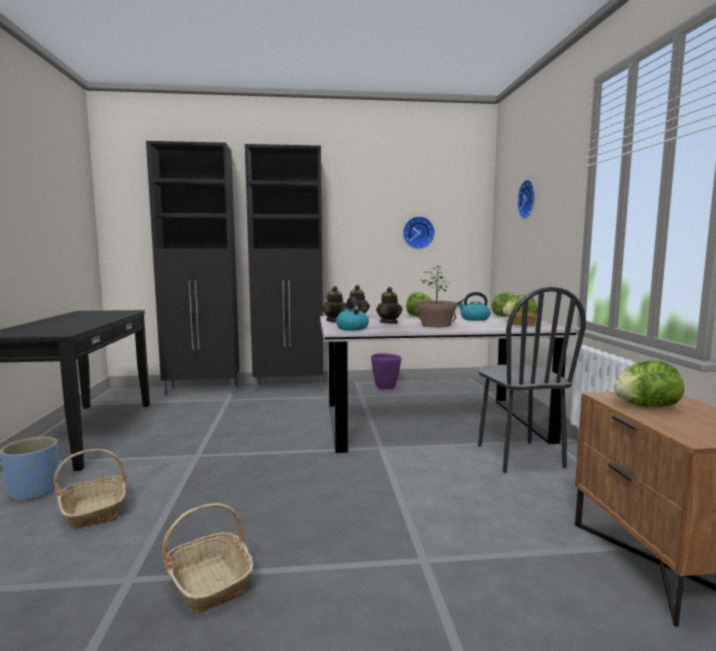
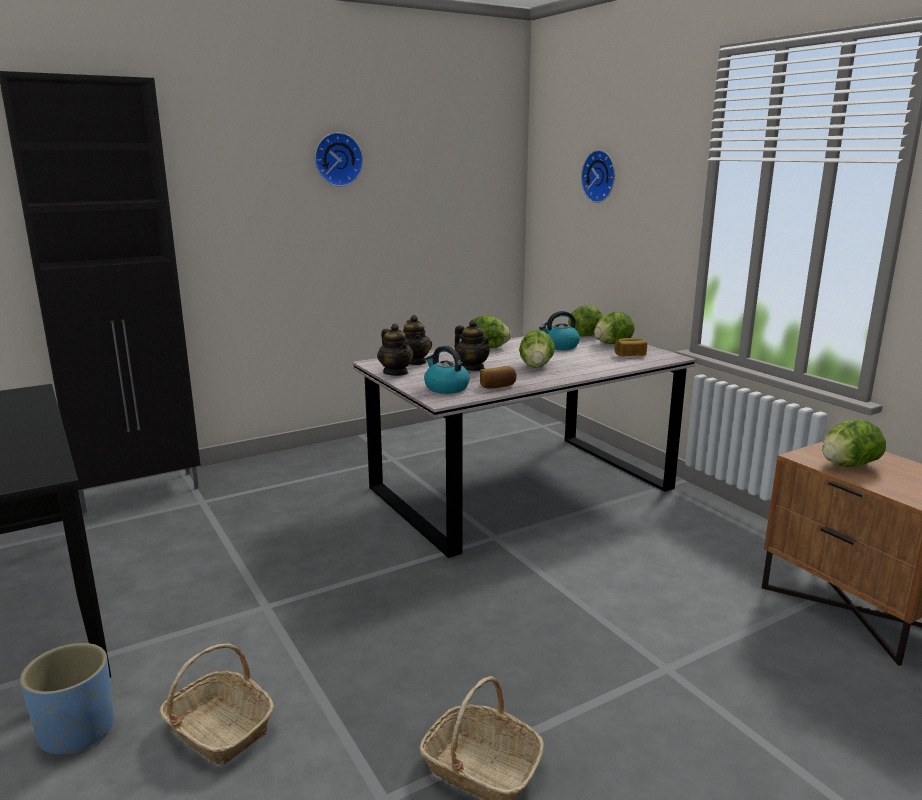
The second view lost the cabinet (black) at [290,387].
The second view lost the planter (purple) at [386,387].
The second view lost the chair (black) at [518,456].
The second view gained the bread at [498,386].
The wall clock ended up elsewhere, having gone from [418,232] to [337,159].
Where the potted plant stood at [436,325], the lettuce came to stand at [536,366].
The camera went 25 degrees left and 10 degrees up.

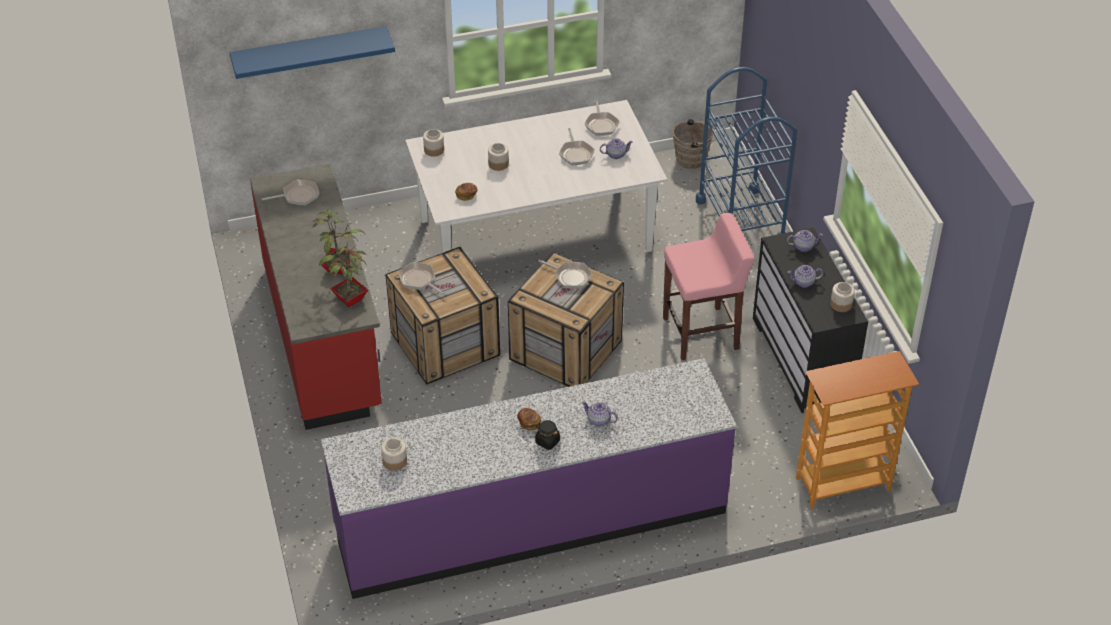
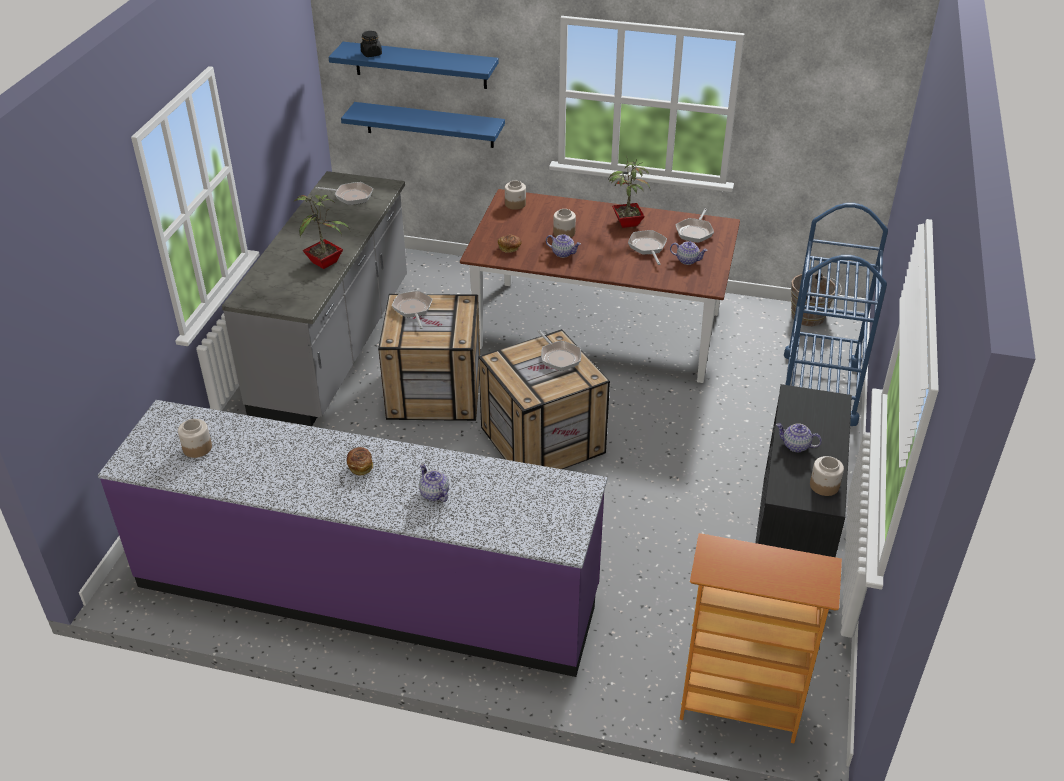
The second view lost the stool (pink) at [702,333].
The second view gained the shelf (blue) at [429,125].
The potted plant ended up elsewhere, having gone from [349,300] to [626,223].
The jar (black) ended up elsewhere, having gone from [547,441] to [371,54].
The teapot ended up elsewhere, having gone from [803,246] to [563,253].
What was the counter (red) at [323,337] turned into the counter (grey) at [335,346].
What was the dining table (white) at [535,234] turned into the dining table (brown) at [599,329].
The frying pan at [576,153] ended up facing another way, 150 degrees clockwise from before.
The camera went 30 degrees right and 5 degrees down.

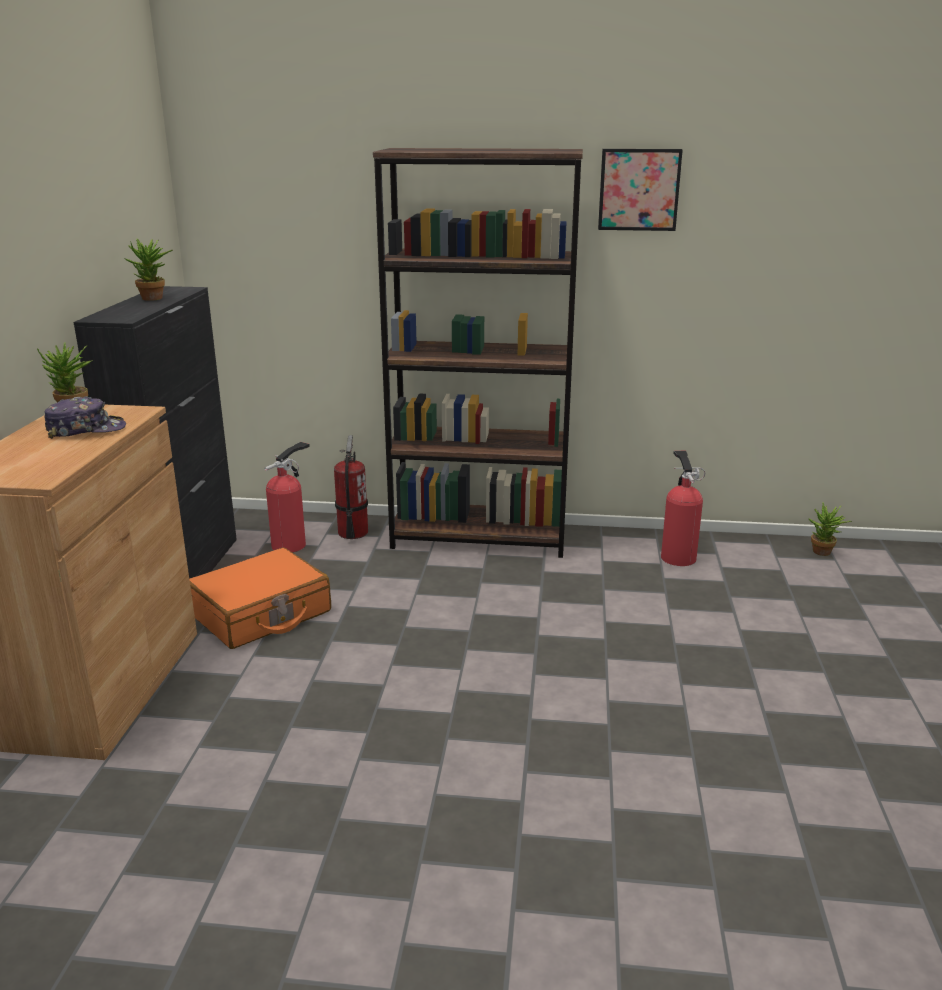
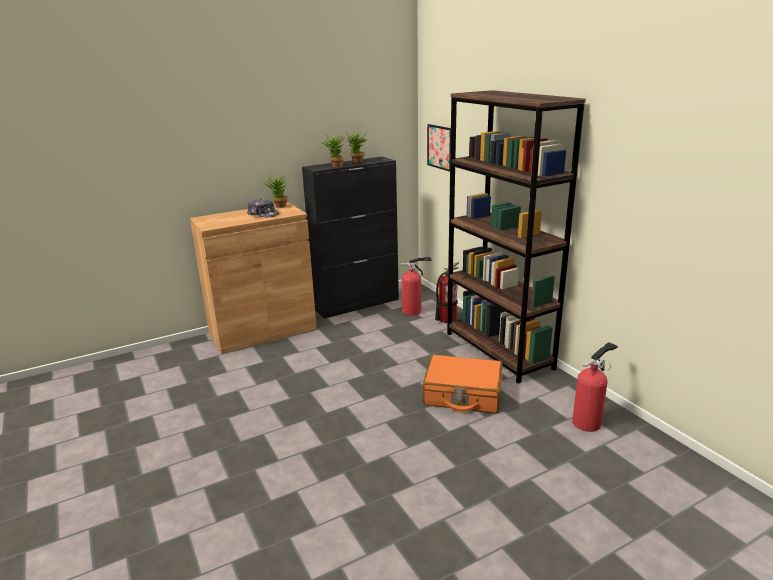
The suitcase (orange) ended up elsewhere, having gone from [261,614] to [462,394].
The picture ended up elsewhere, having gone from [639,190] to [440,147].
The potted plant ended up elsewhere, having gone from [823,553] to [335,166].
The camera went 55 degrees right and 0 degrees up.

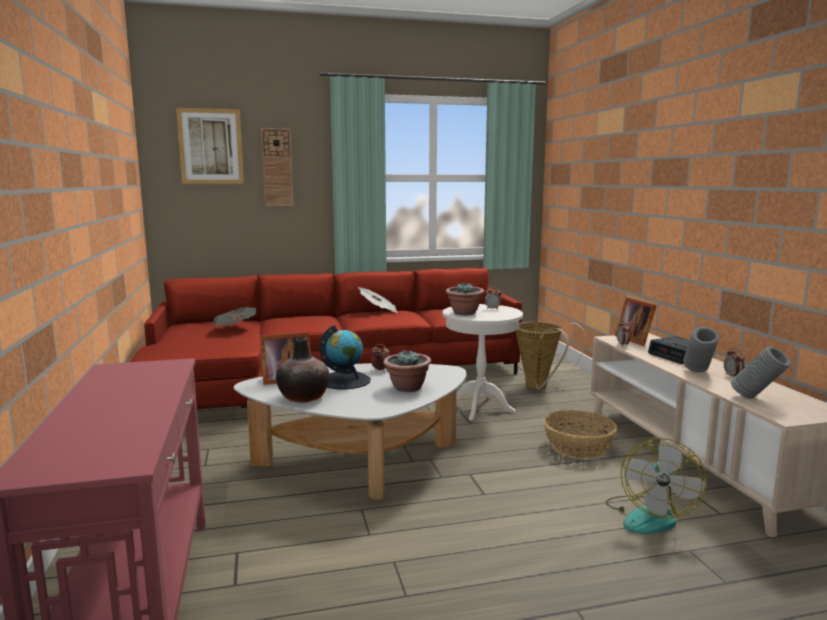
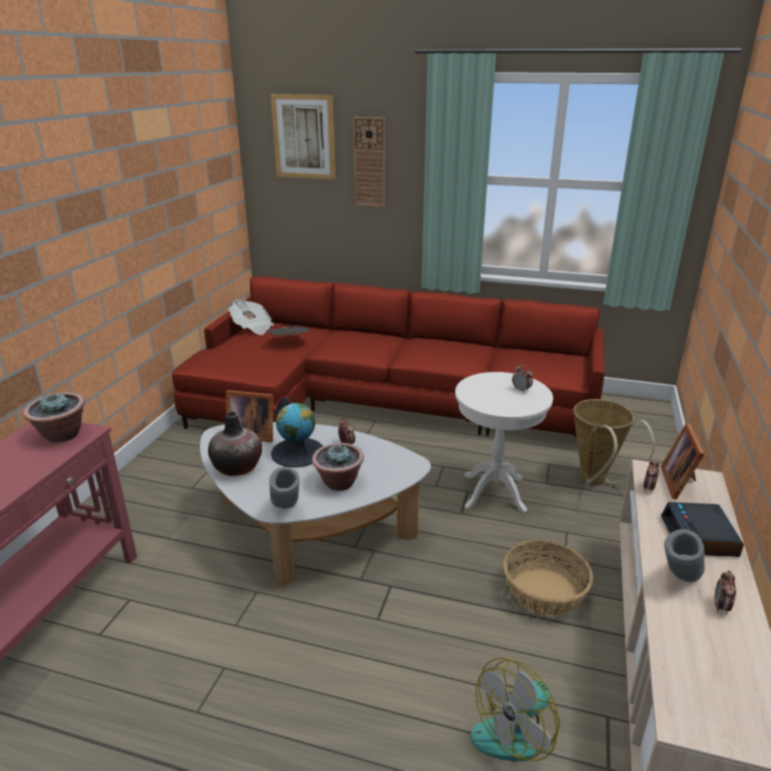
The newspaper ended up elsewhere, having gone from [379,311] to [252,328].
The potted plant ended up elsewhere, having gone from [464,313] to [62,435].
The vase (grey) ended up elsewhere, having gone from [757,399] to [286,511].
The camera went 30 degrees right and 15 degrees up.

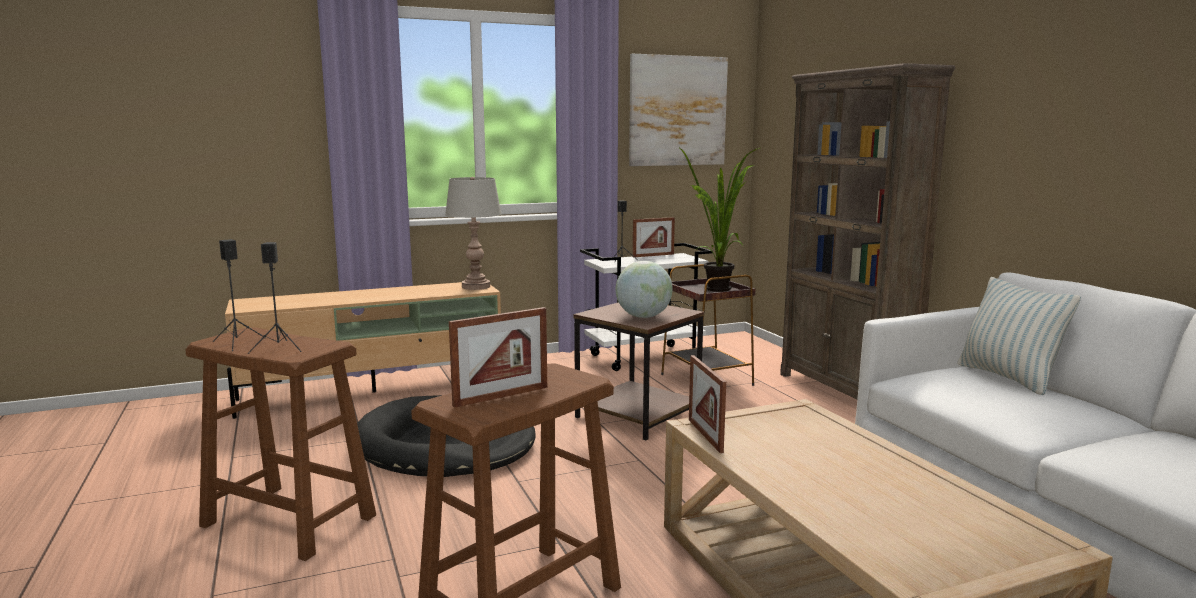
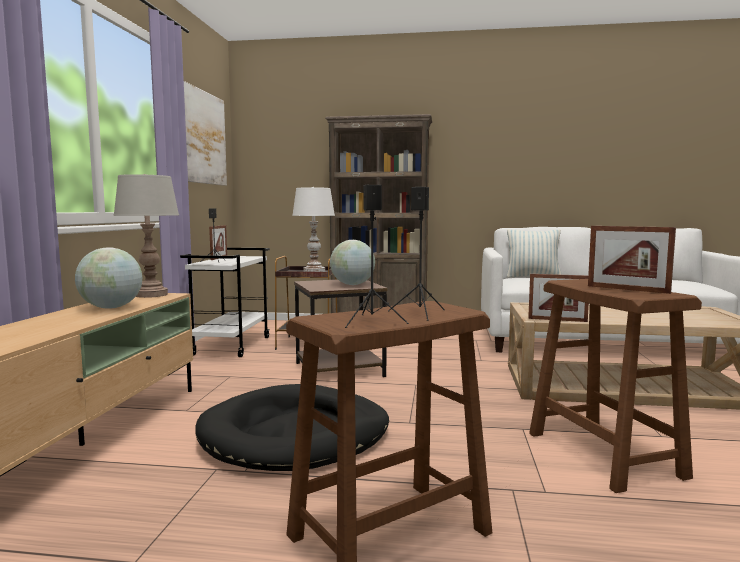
The second view gained the globe at [111,308].
Where the potted plant stood at [720,291], the table lamp (white) came to stand at [314,271].
The picture frame at [501,396] ended up facing another way, 135 degrees clockwise from before.
The camera went 60 degrees left and 5 degrees down.

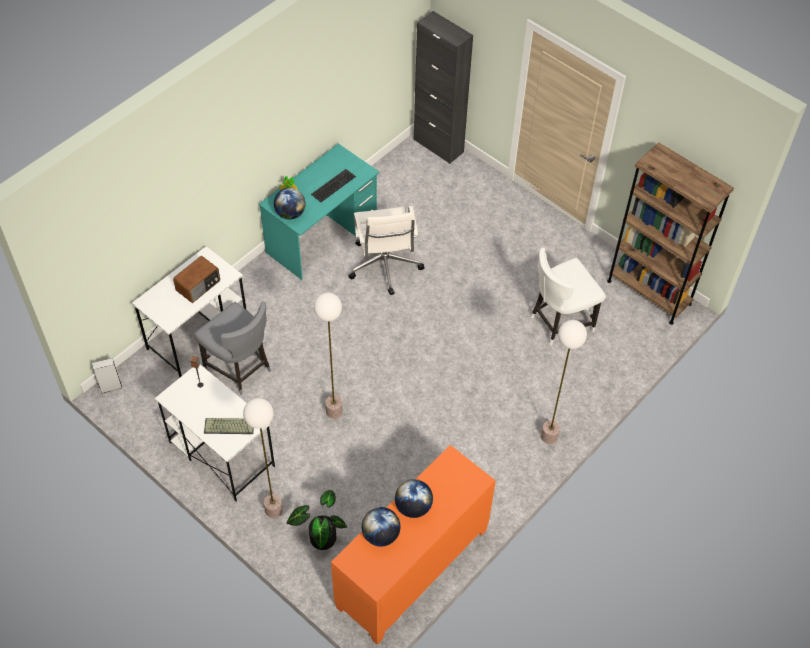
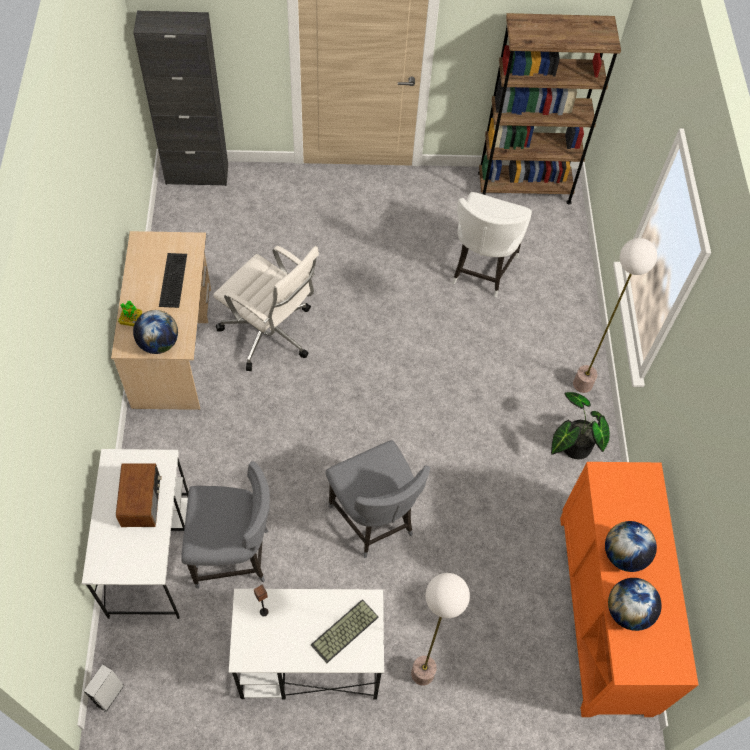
The potted plant ended up elsewhere, having gone from [320,536] to [572,446].
Where the floor lamp stood at [334,411], the chair (grey) came to stand at [374,520].
What was the desk (turquoise) at [322,235] turned into the desk (beige) at [173,347].
The camera went 45 degrees left and 5 degrees up.

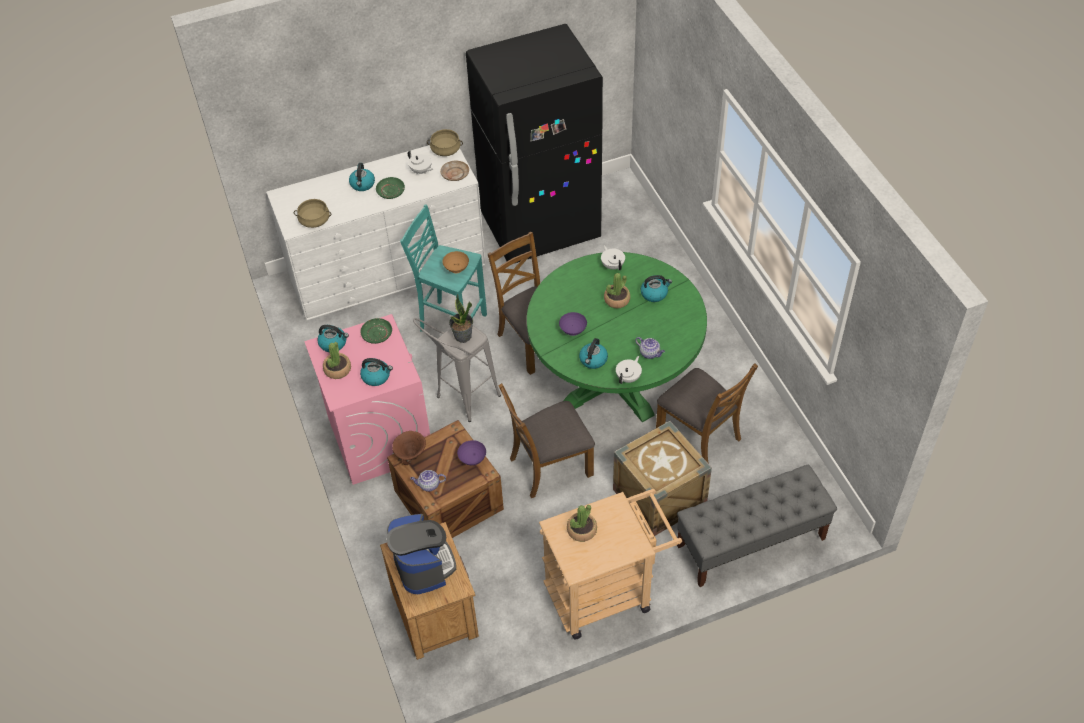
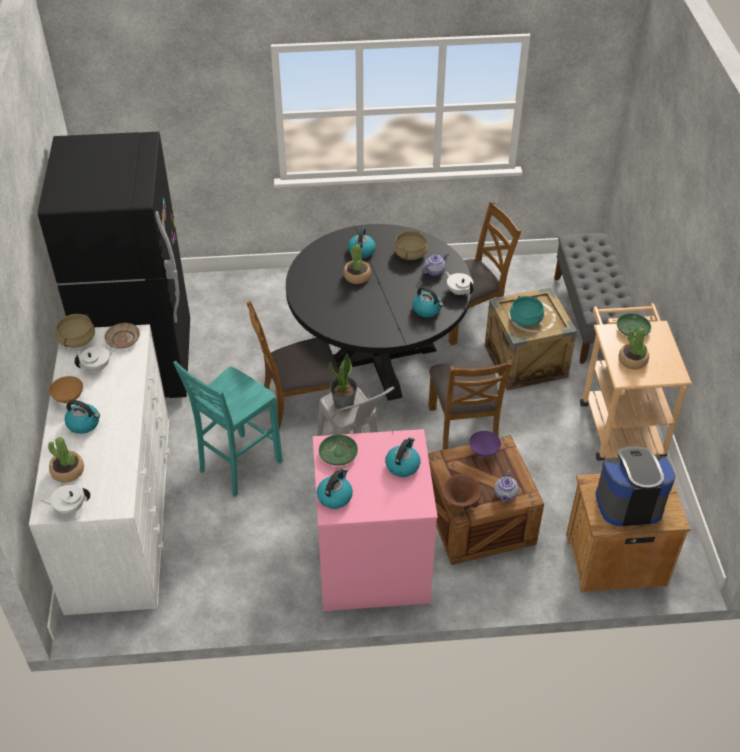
The second view lost the bowl (purple) at [572,331].
The second view gained the cooking pot (turquoise) at [526,319].
The cooking pot (beige) ended up elsewhere, having gone from [314,221] to [410,254].
The potted plant ended up elsewhere, having gone from [337,369] to [67,471].
The plate (green) ended up elsewhere, having gone from [391,191] to [632,329].
The bowl (brown) ended up elsewhere, having gone from [456,269] to [68,399].
The teapot (white) ended up elsewhere, having gone from [612,265] to [69,508].
What was the dining table (green) at [614,380] turned into the dining table (black) at [378,357].
The camera went 75 degrees left and 5 degrees down.

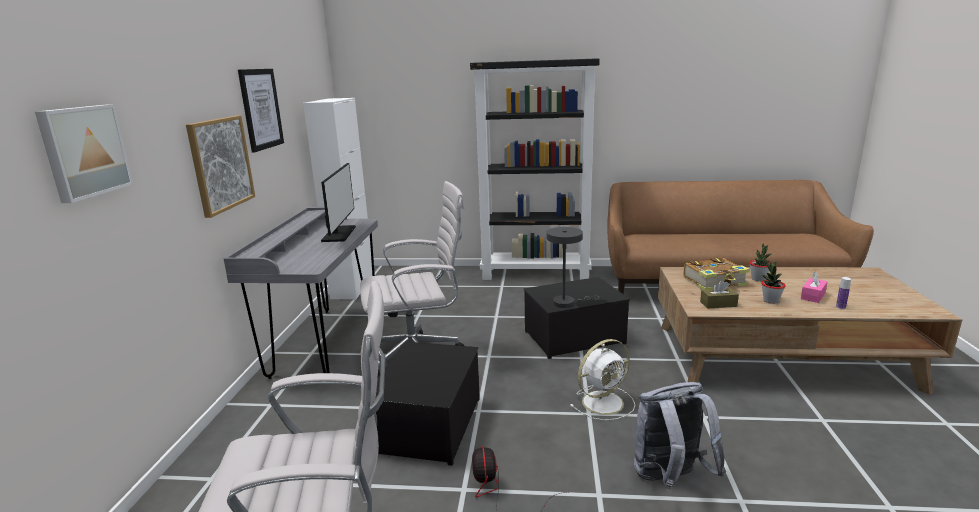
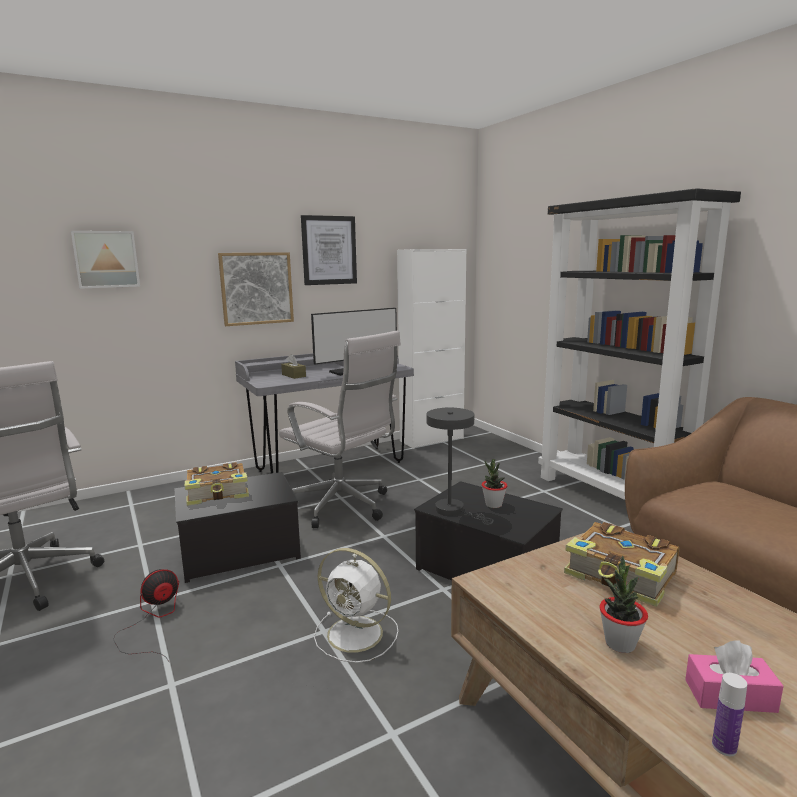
The second view lost the backpack (grey) at [670,479].
The second view gained the book at [218,493].
The tissue box (brown) ended up elsewhere, having gone from [718,304] to [293,375].
The potted plant ended up elsewhere, having gone from [758,279] to [493,505].
The camera went 55 degrees right and 5 degrees down.

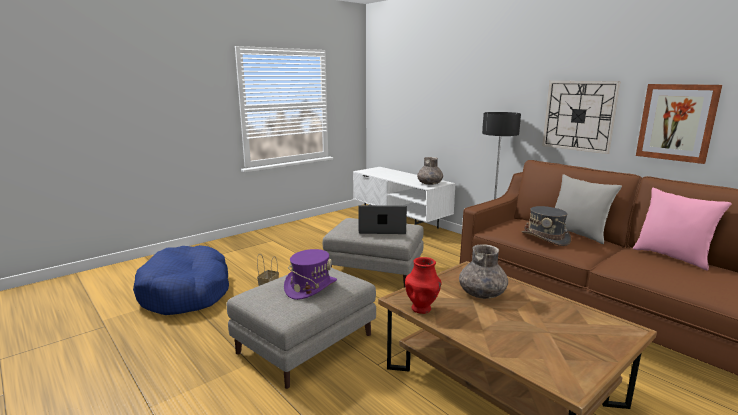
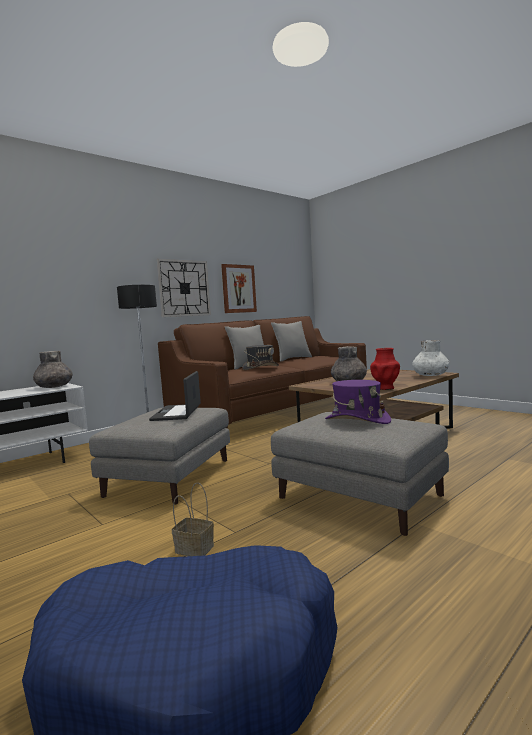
The second view gained the vase (white) at [430,375].
What was the pillow (pink) at [672,257] turned into the pillow (grey) at [292,359].
The camera went 90 degrees left and 10 degrees down.

